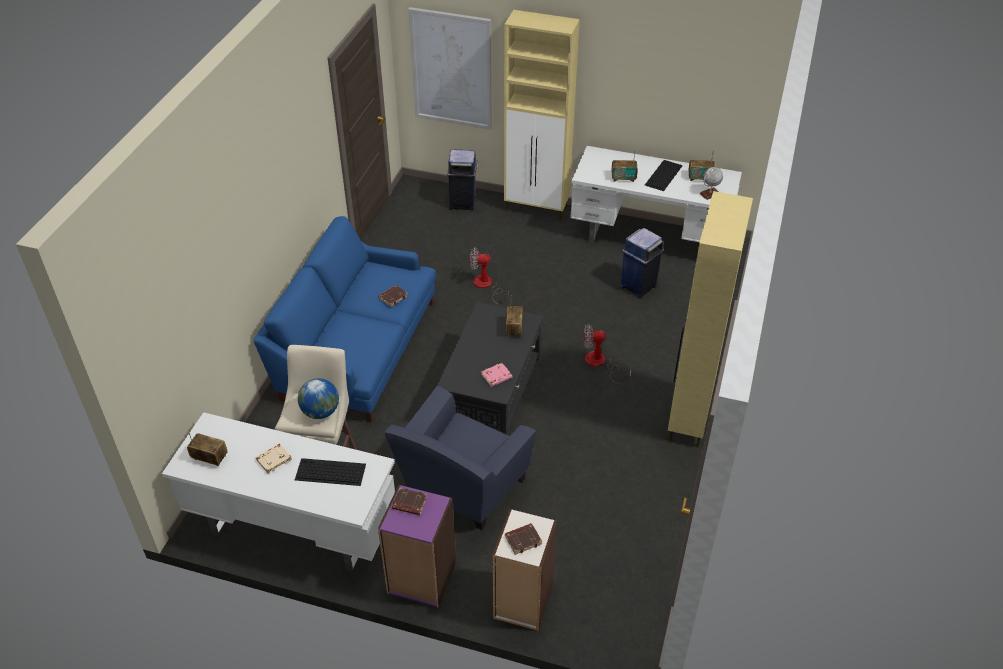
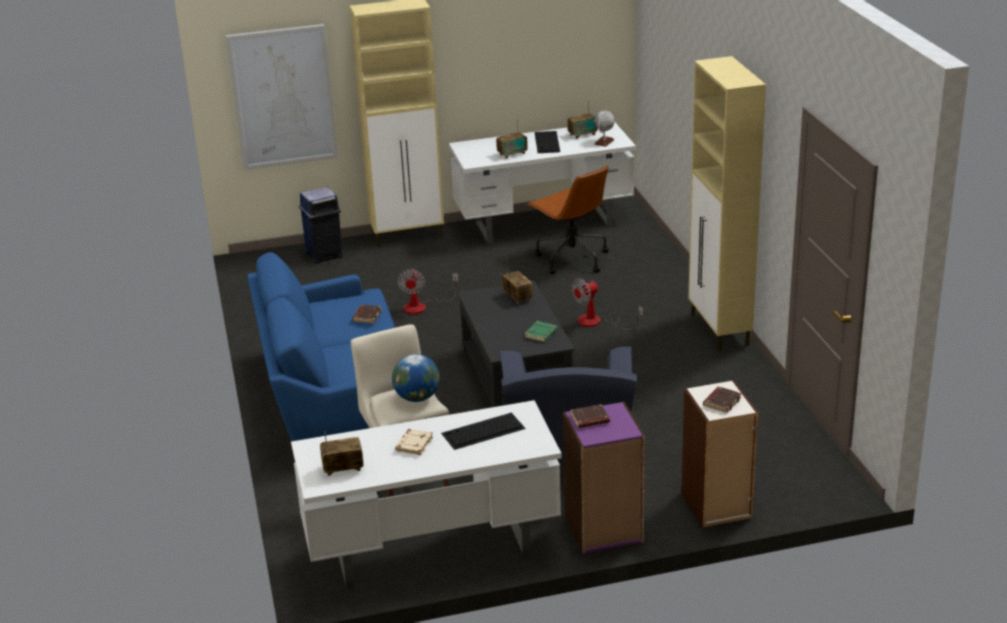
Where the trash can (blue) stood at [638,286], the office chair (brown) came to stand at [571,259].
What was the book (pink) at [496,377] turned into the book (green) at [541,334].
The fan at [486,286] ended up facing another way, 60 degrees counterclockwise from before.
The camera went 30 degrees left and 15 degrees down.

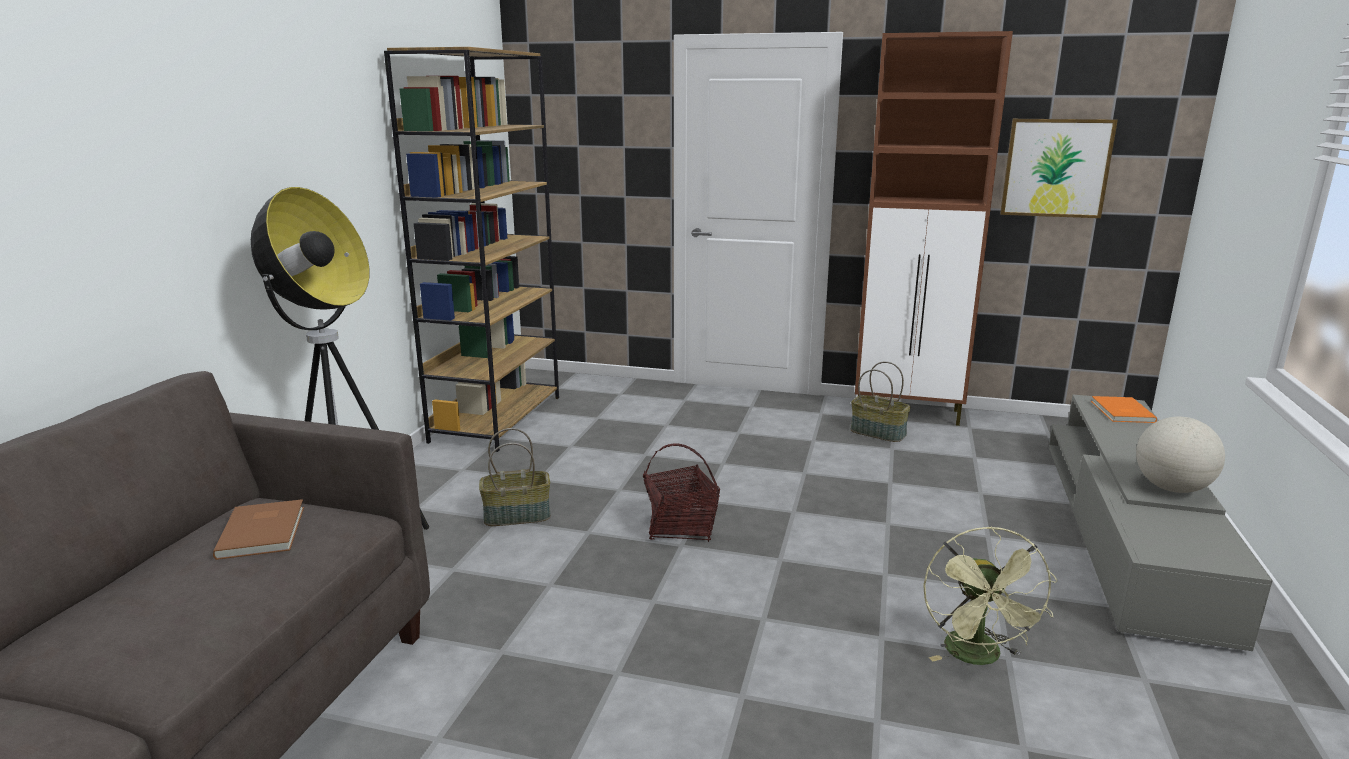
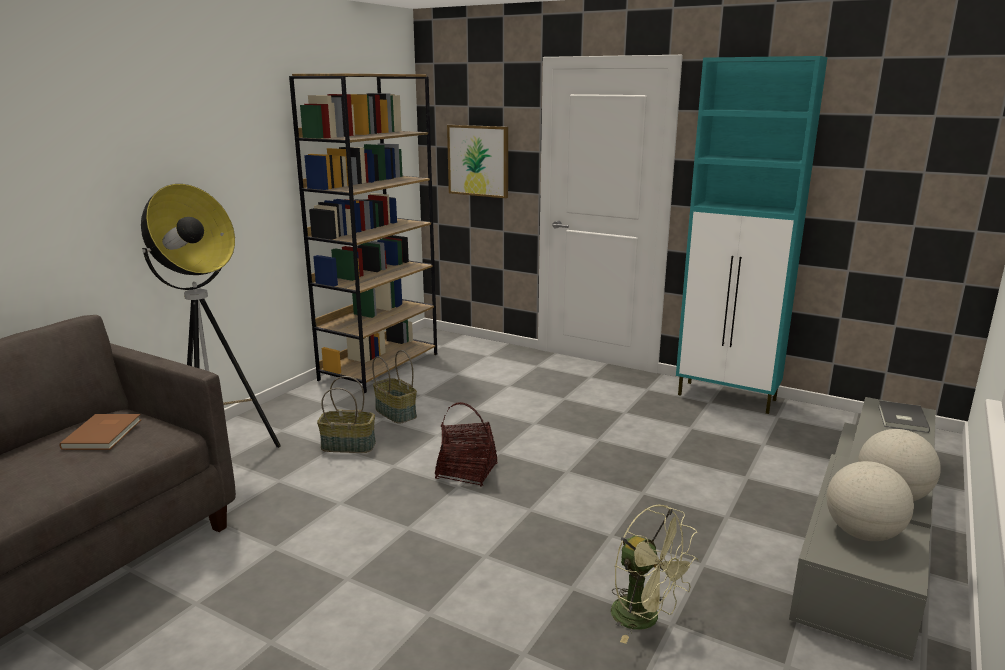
The second view gained the globe at [862,534].
The basket ended up elsewhere, having gone from [878,432] to [396,413].
The picture ended up elsewhere, having gone from [1056,168] to [478,161].
What was the cabinet (brown) at [909,413] turned into the cabinet (turquoise) at [728,397].
What was the book (orange) at [1121,412] turned into the book (grey) at [901,418].
The fan (green) at [978,657] ended up facing another way, 60 degrees counterclockwise from before.
The camera went 15 degrees right and 0 degrees up.

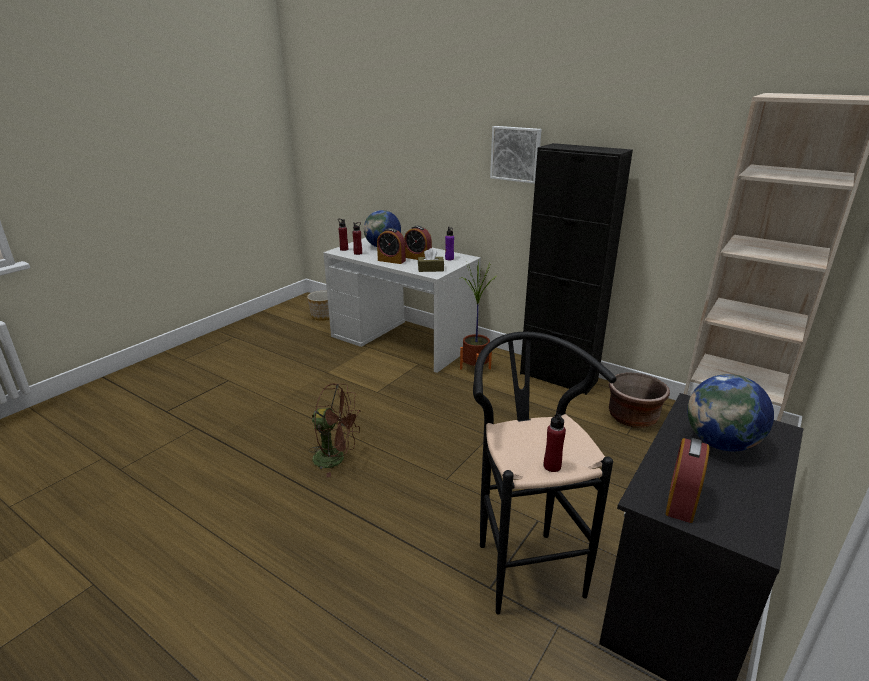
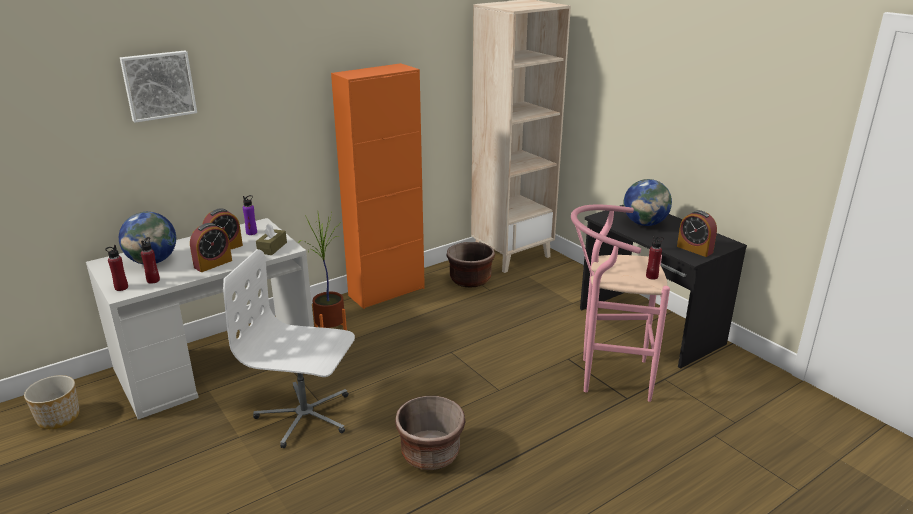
The second view gained the office chair (white) at [305,416].
The picture ended up elsewhere, having gone from [516,154] to [158,85].
Where the fan (brown) stood at [336,459], the planter (brown) came to stand at [430,454].
What was the stool (black) at [523,562] turned into the stool (pink) at [607,377].
What was the cabinet (black) at [558,377] turned into the cabinet (orange) at [386,292].
The camera went 70 degrees left and 0 degrees up.

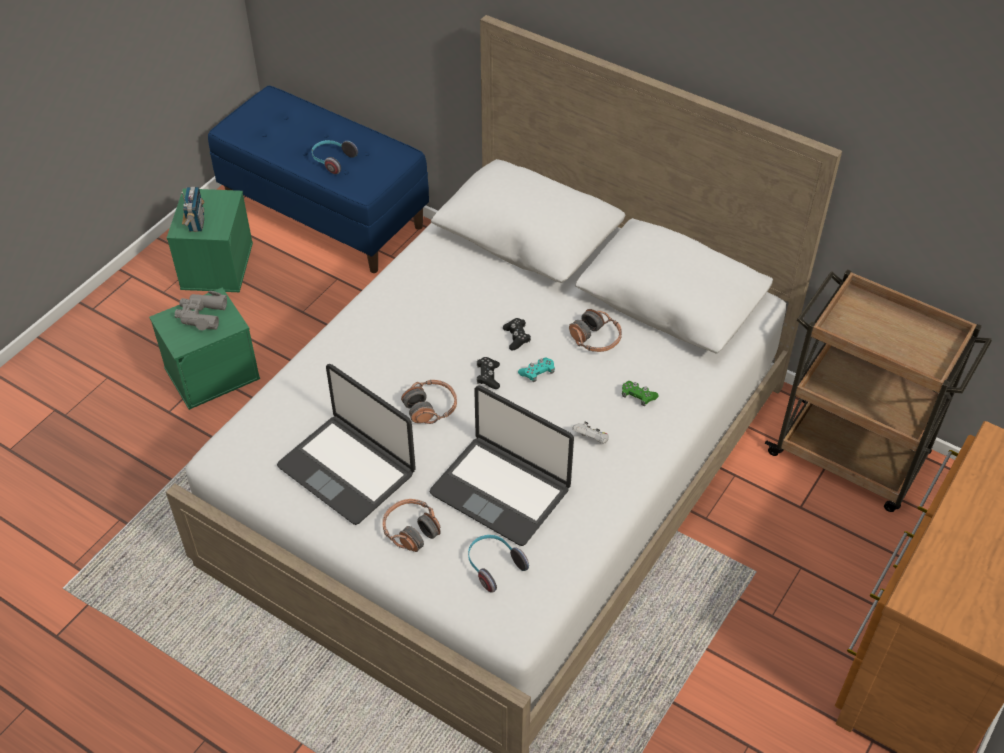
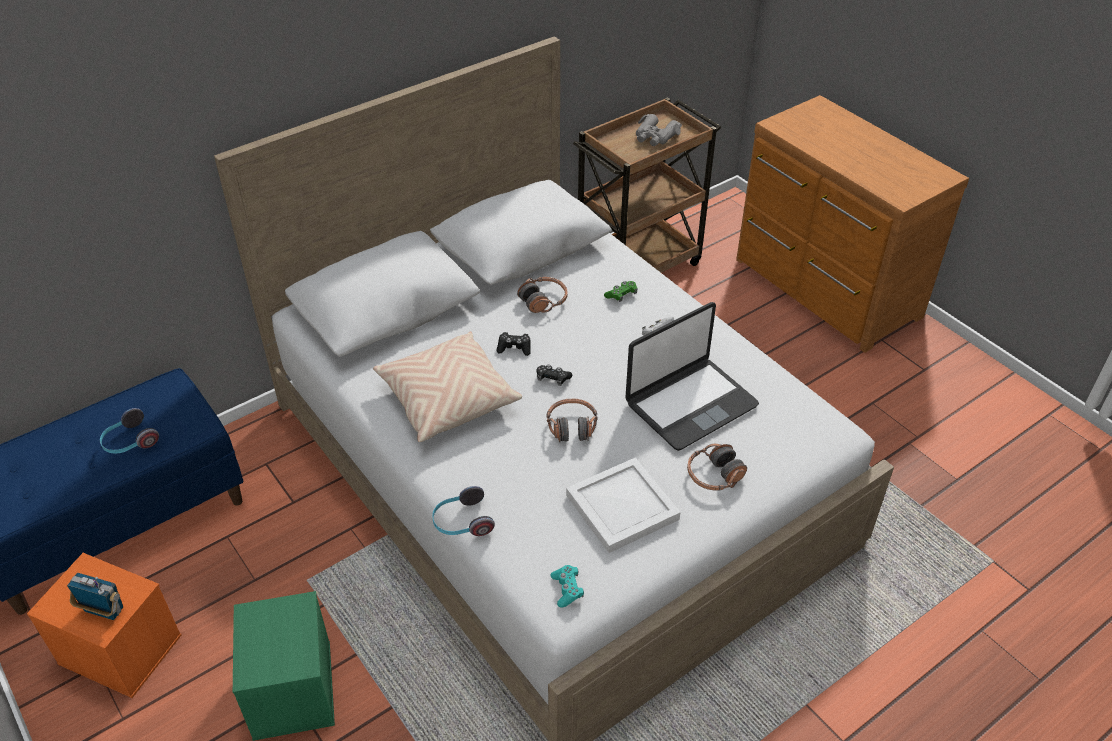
The second view gained the pillow (beige) at [447,399].
The binoculars (grey) ended up elsewhere, having gone from [201,315] to [655,137].
The headphones ended up elsewhere, having gone from [494,566] to [462,522].
The game controller (turquoise) ended up elsewhere, having gone from [537,373] to [567,589].
Where the laptop stood at [348,469], the tray (white) came to stand at [622,506].
What was the storage box (green) at [216,265] turned into the storage box (orange) at [118,650].
The camera went 70 degrees left and 5 degrees down.

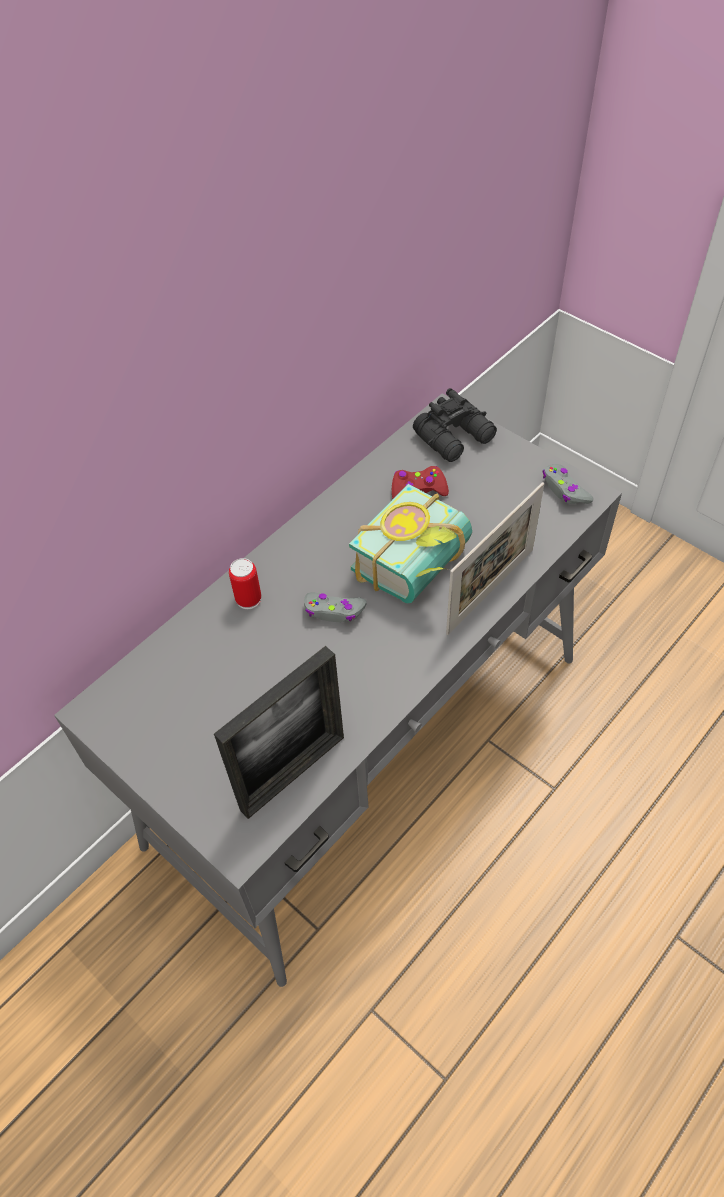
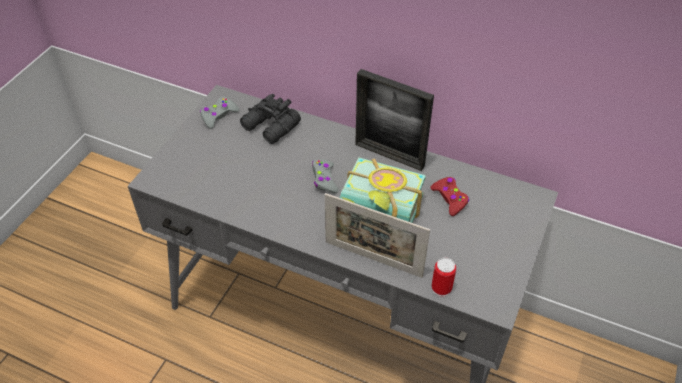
The picture frame ended up elsewhere, having gone from [293,773] to [389,155].
The can ended up elsewhere, having gone from [248,599] to [441,288].
The binoculars (black) ended up elsewhere, having gone from [456,437] to [271,127].
The game controller (grey) ended up elsewhere, having gone from [564,490] to [219,116].
The camera went 70 degrees right and 5 degrees down.

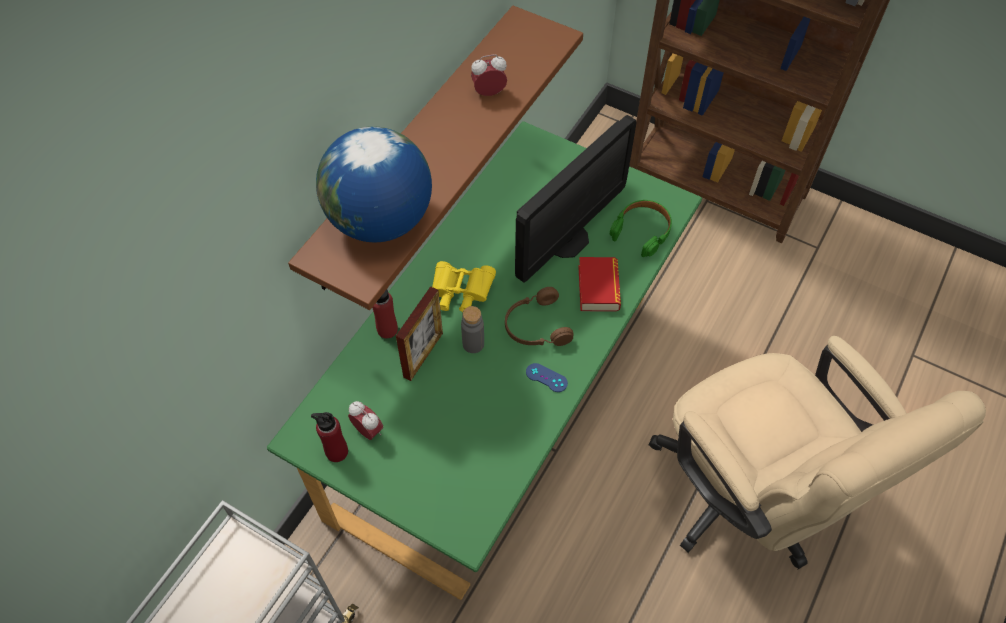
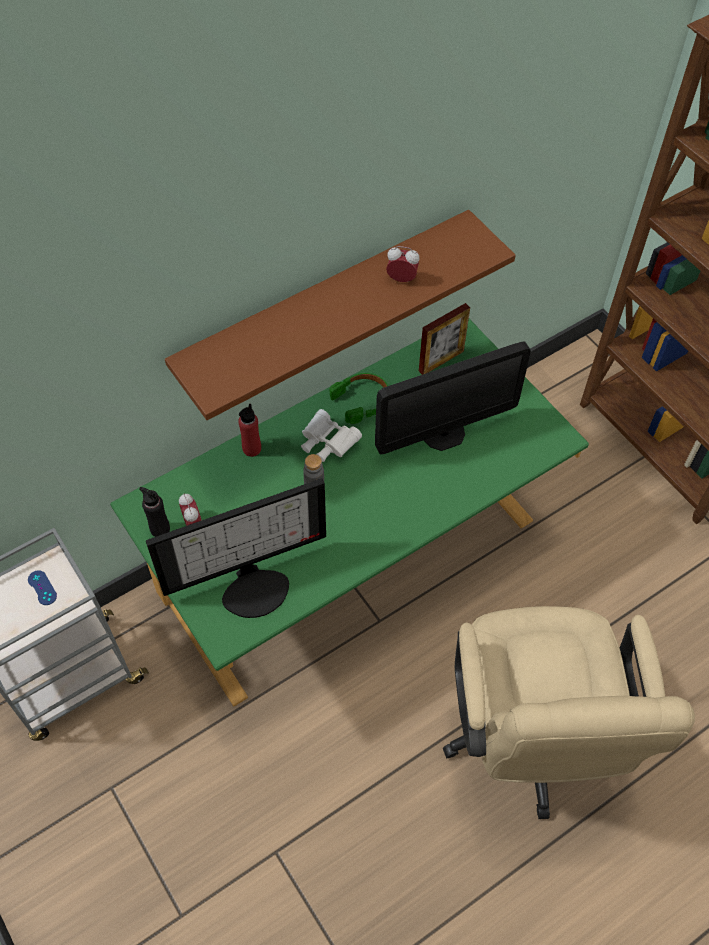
The second view lost the globe at [380,220].
The second view lost the headphones (brown) at [535,326].
The second view lost the book at [598,288].
The second view gained the monitor at [254,586].
The picture frame ended up elsewhere, having gone from [423,355] to [441,361].
The game controller (blue) ended up elsewhere, having gone from [546,377] to [42,588].
The headphones (green) ended up elsewhere, having gone from [642,231] to [361,401].
What was the bottle (red) at [336,452] turned into the bottle (black) at [160,529].
What was the binoculars (yellow) at [460,293] turned into the binoculars (white) at [327,443].
The camera went 25 degrees right and 0 degrees up.

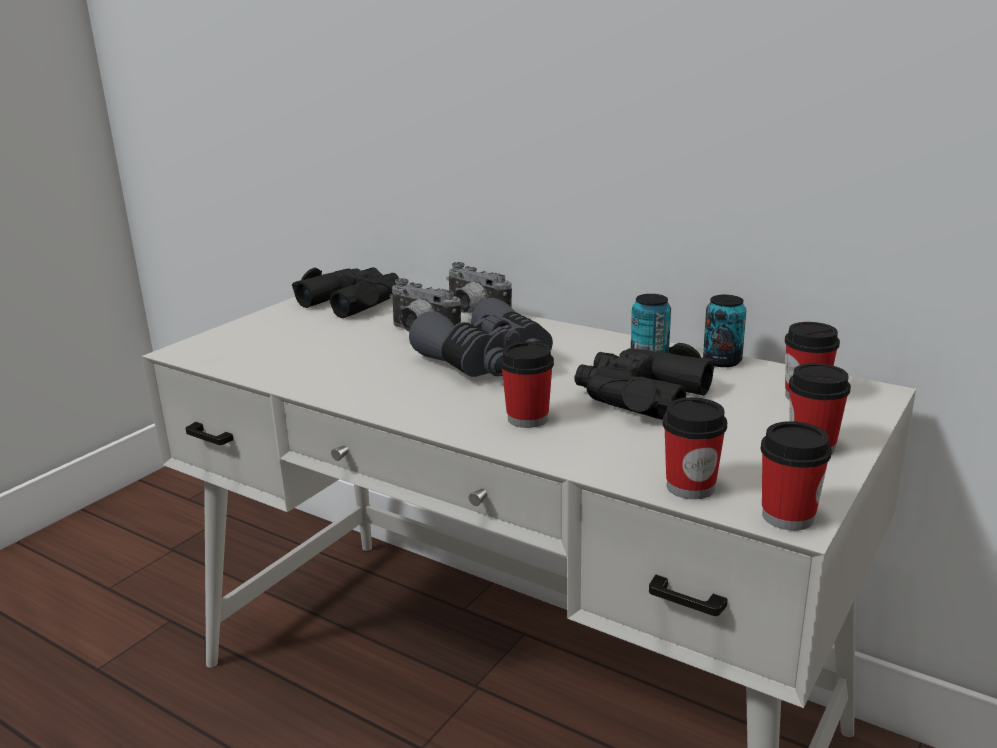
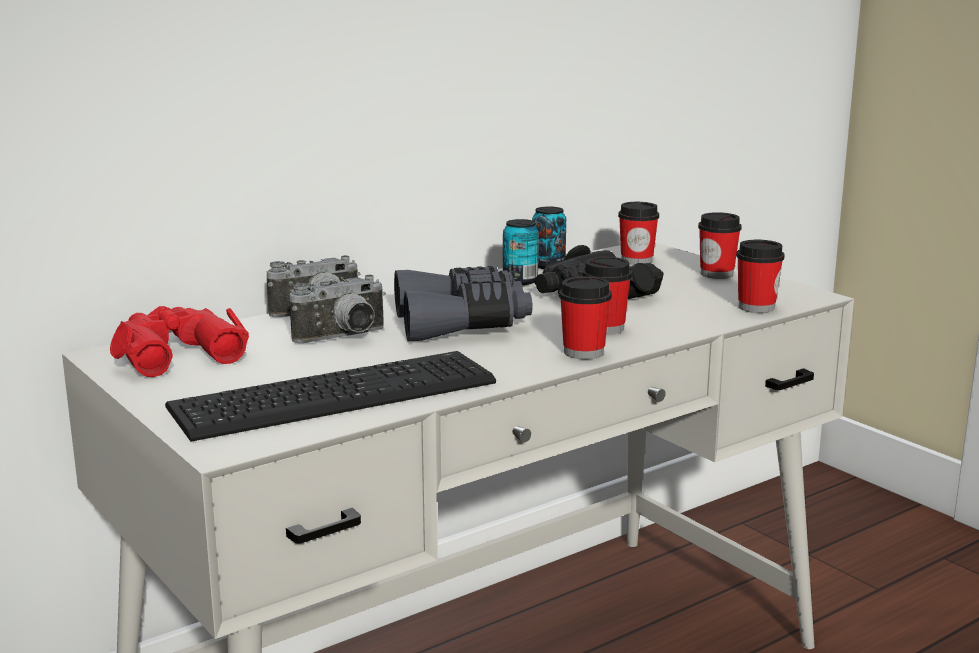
The second view gained the keyboard at [329,394].
The cup ended up elsewhere, having gone from [787,516] to [583,352].
What was the binoculars (black) at [353,301] turned into the binoculars (red) at [175,353].
The camera went 70 degrees left and 5 degrees down.

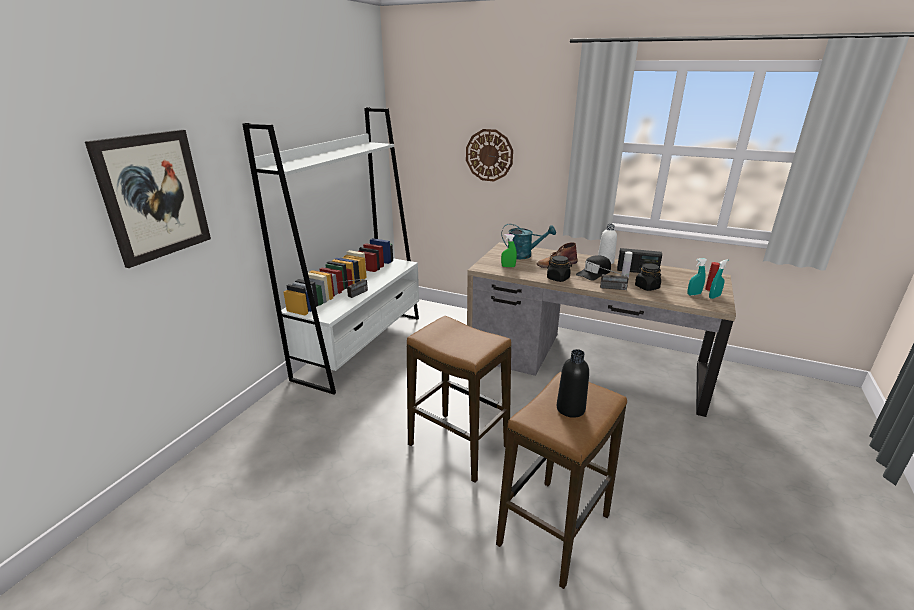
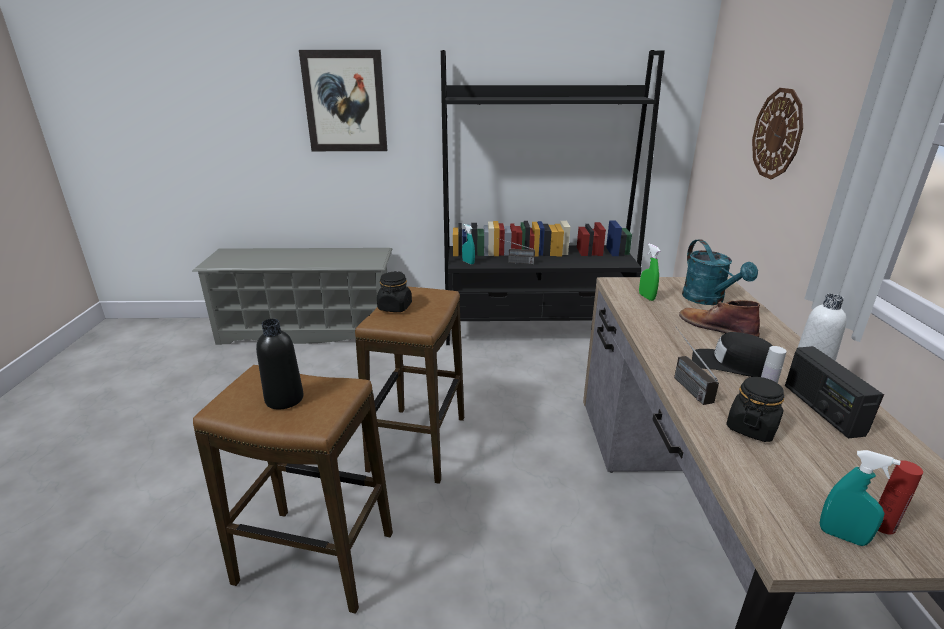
The second view gained the shoe rack (grey) at [308,331].
The jar (black) ended up elsewhere, having gone from [558,278] to [395,307].
The spray bottle (turquoise) ended up elsewhere, having gone from [693,294] to [468,262].
What was the bookcase (white) at [361,346] turned into the bookcase (black) at [536,330].
The camera went 65 degrees right and 0 degrees up.

